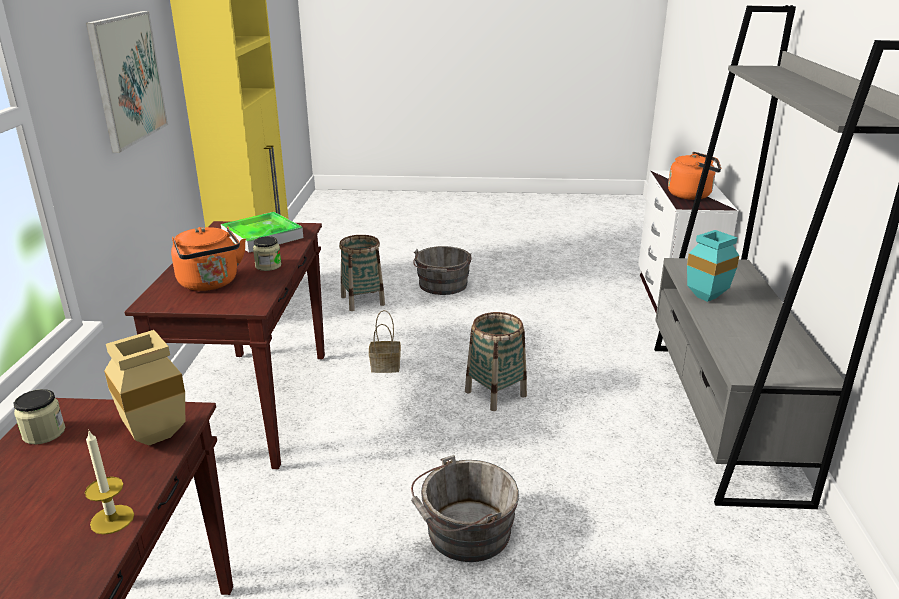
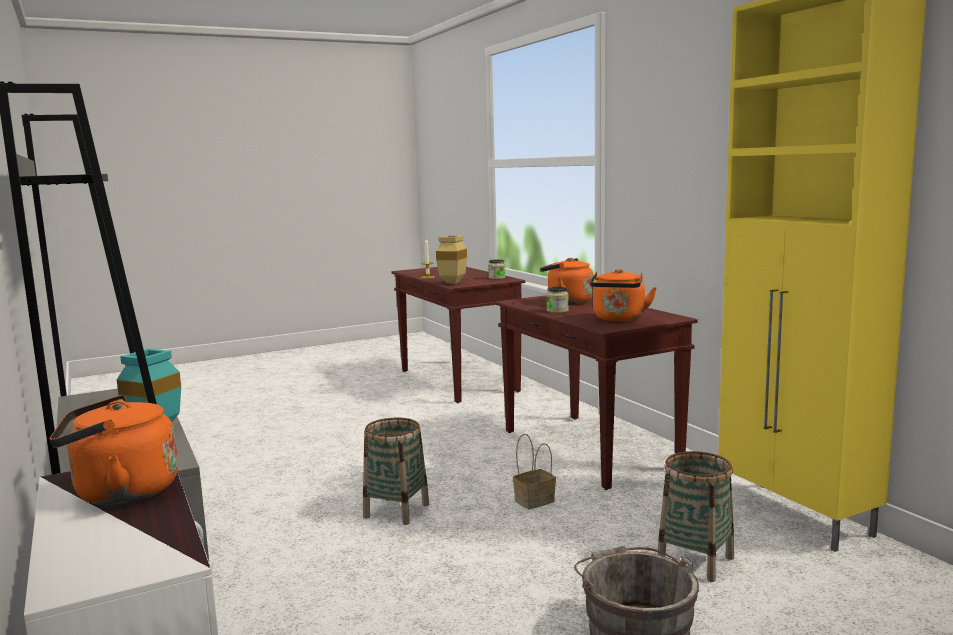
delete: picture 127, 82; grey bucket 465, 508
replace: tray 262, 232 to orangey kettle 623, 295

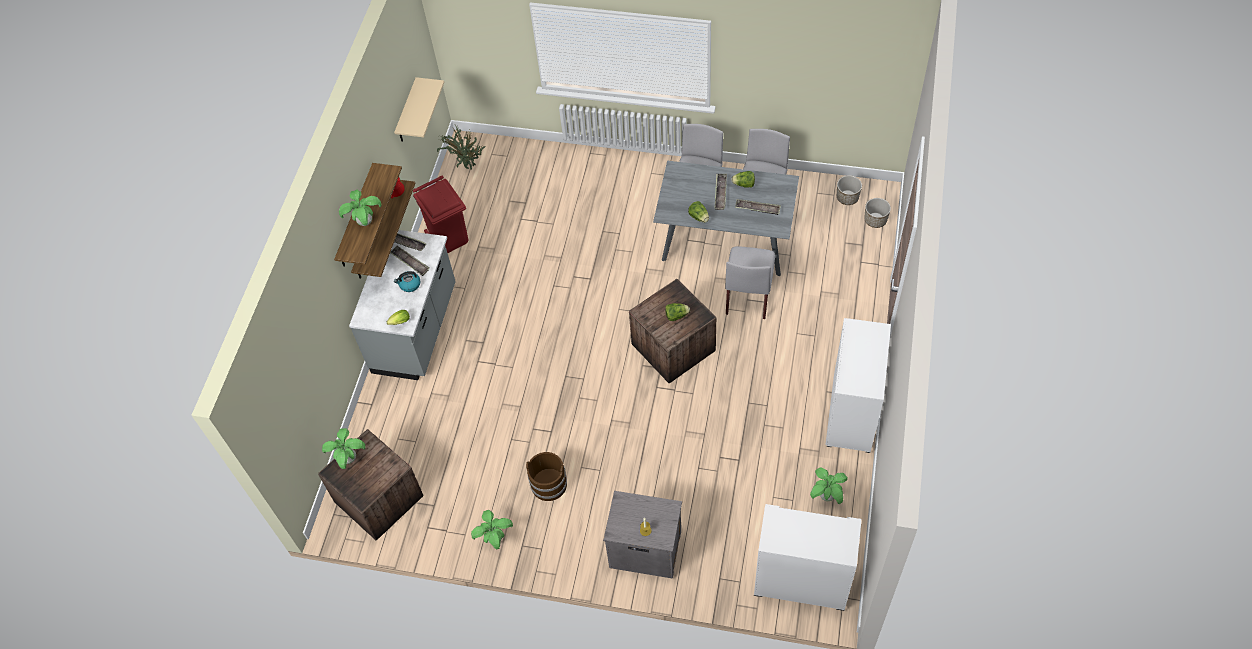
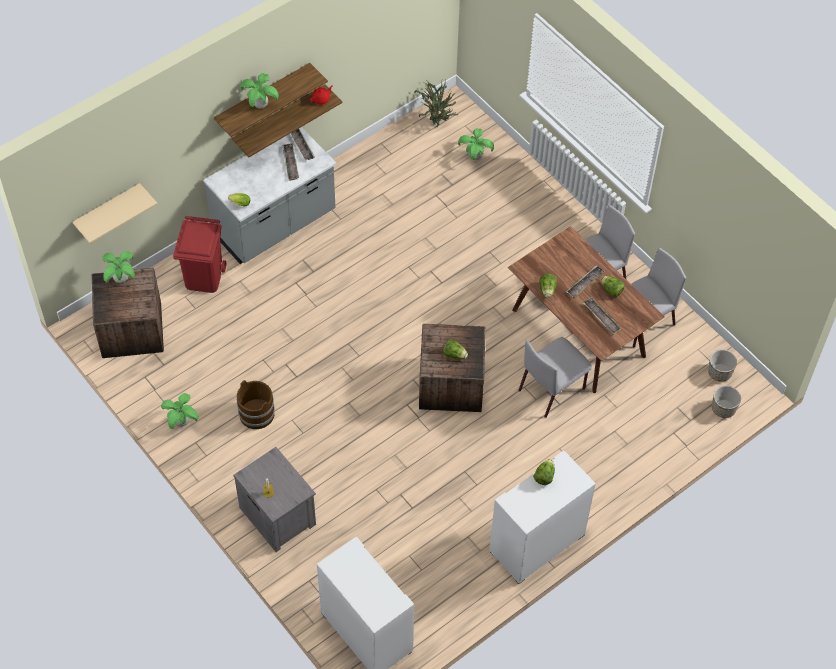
delete: kettle 407, 281
insert: lettuce 544, 472
move: beige wall shelf 419, 109 to 115, 213; reddish trash can 441, 214 to 199, 254; potted plant 829, 485 to 476, 144
recolor: grey kitchen table 726, 218 to brown-coloured kitchen table 586, 309

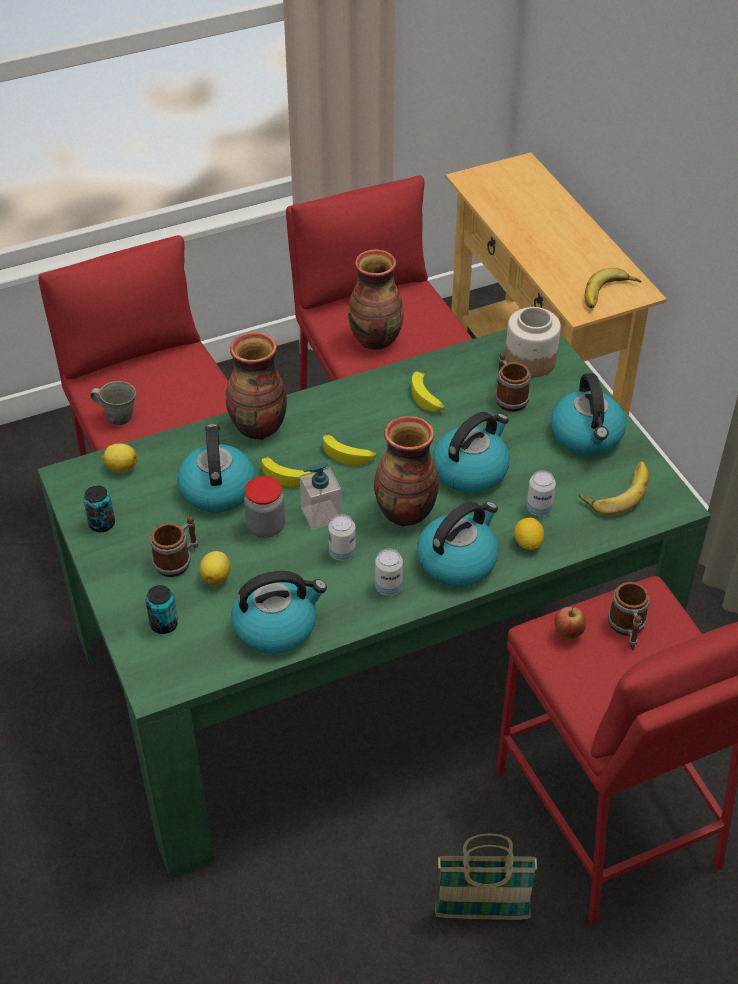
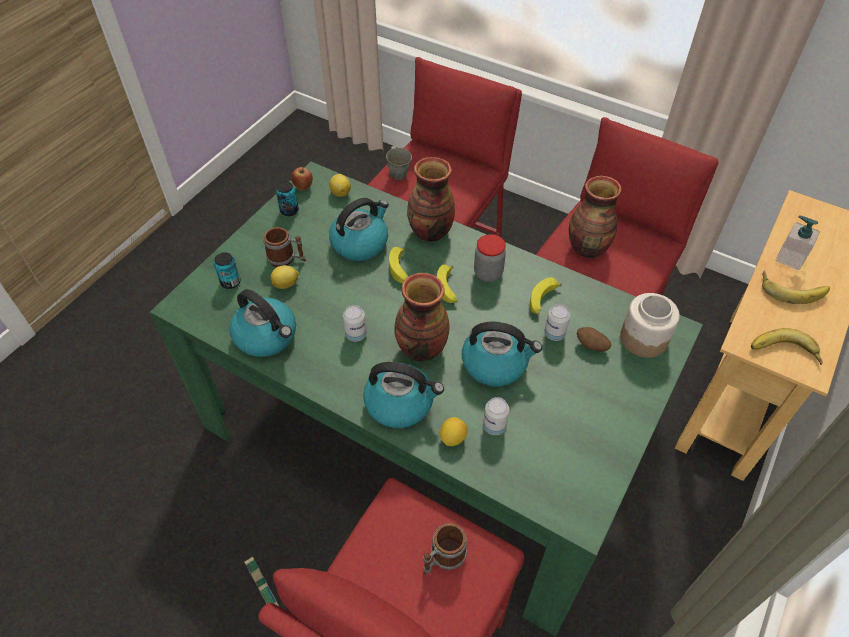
delete: kettle 588, 414
move: apple 570, 623 to 302, 179; storage jar 264, 507 to 490, 258; sealed can 389, 572 to 557, 322; banana fruit 614, 488 to 796, 287; soap bottle 320, 496 to 797, 242
replace: mug 513, 382 to potato 594, 339

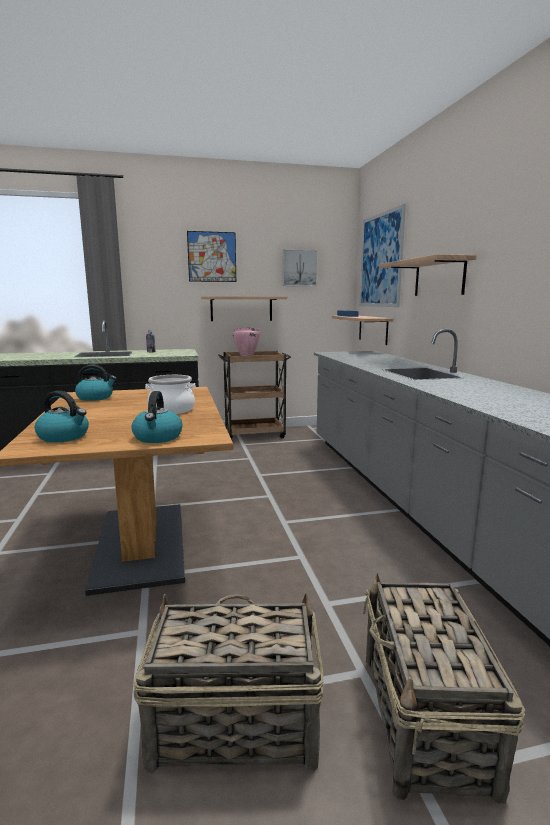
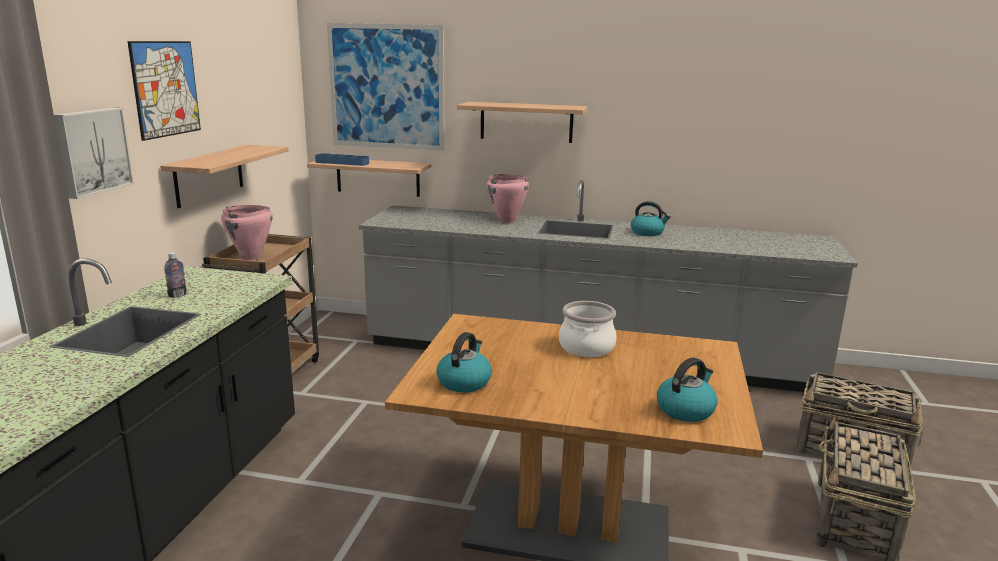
insert: pink-coloured cooking pot 508, 198
move: picture 300, 267 to 94, 153; kettle 157, 417 to 651, 218

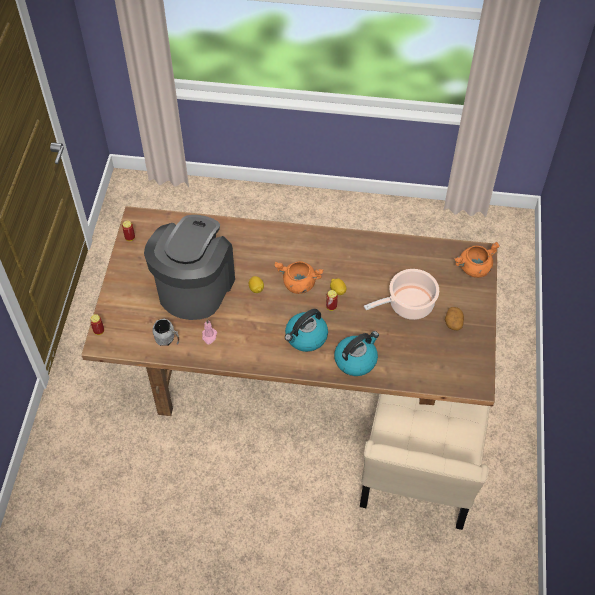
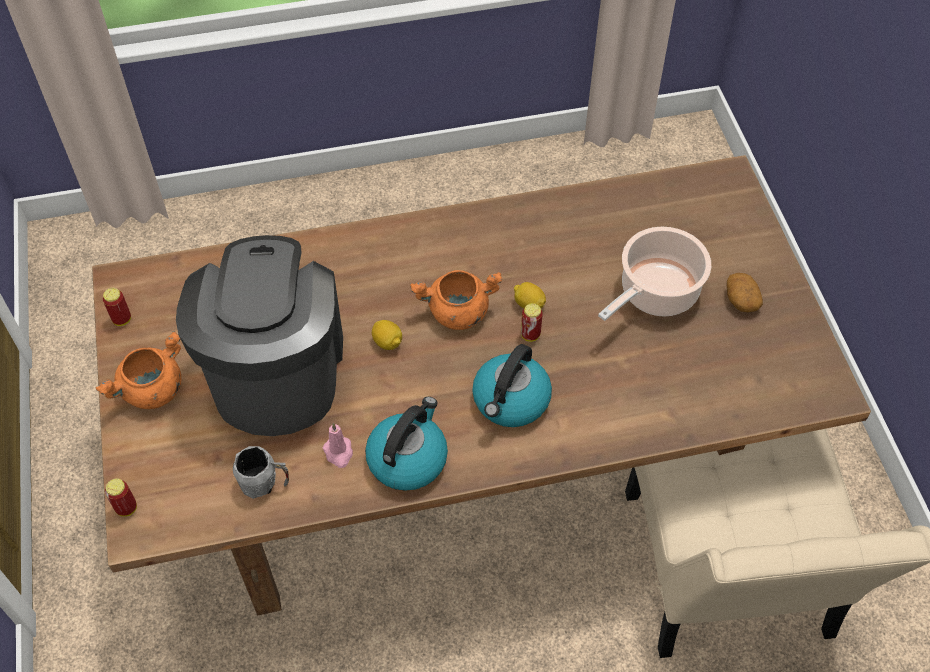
move: orangey cooking pot 477, 260 to 138, 370; kettle 356, 353 to 406, 444

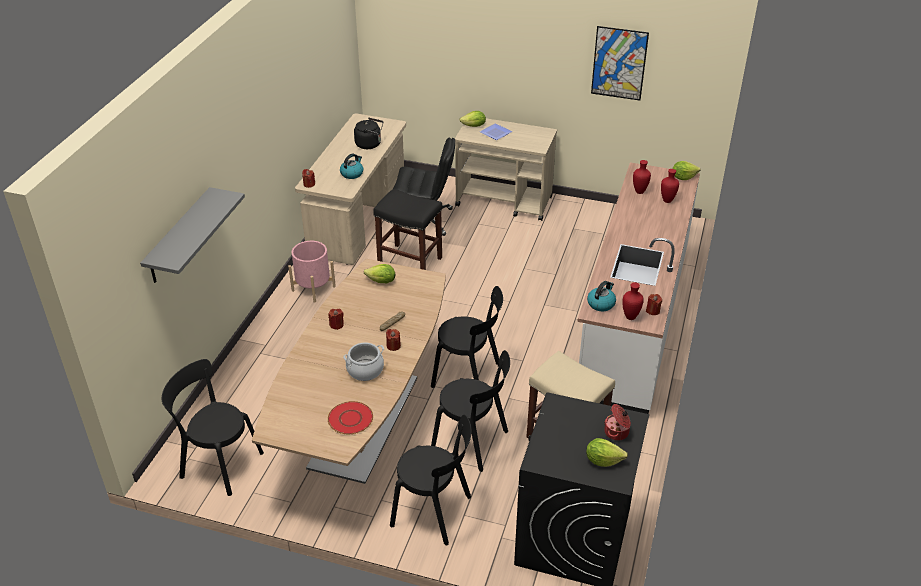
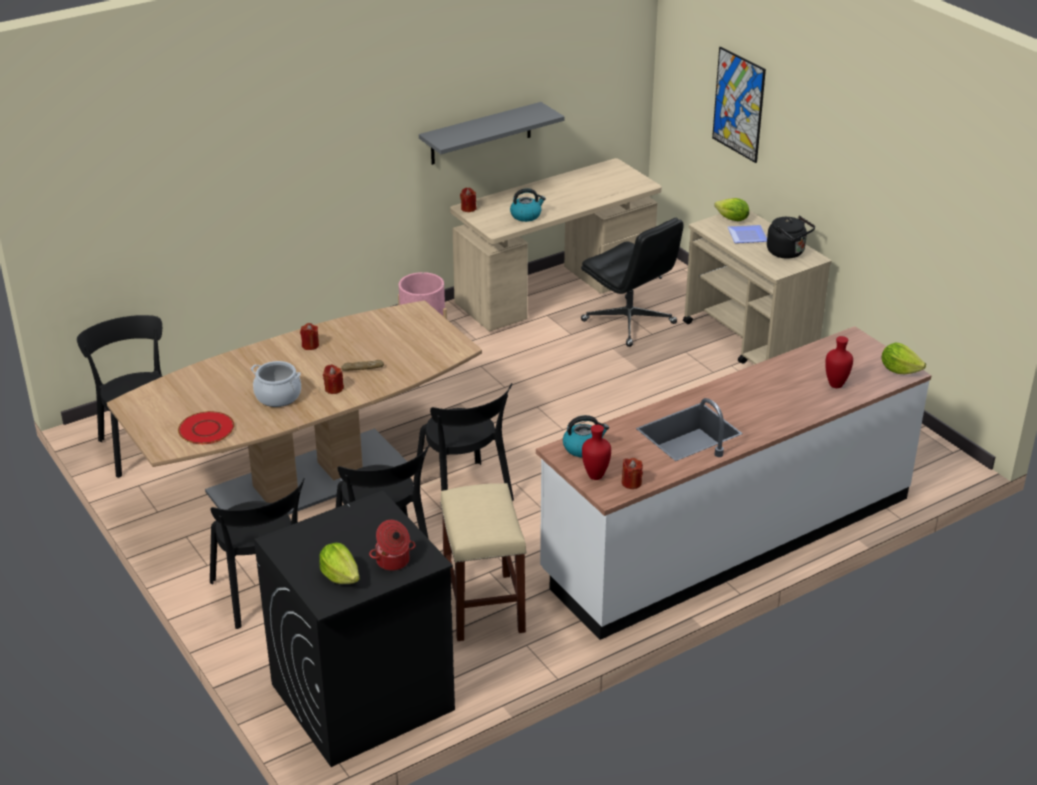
delete: lettuce 379, 273; black stool seat 407, 229; reddish vase 642, 177
move: grey wall shelf 192, 235 to 492, 133; picture 620, 63 to 739, 105; black kettle 368, 133 to 791, 237

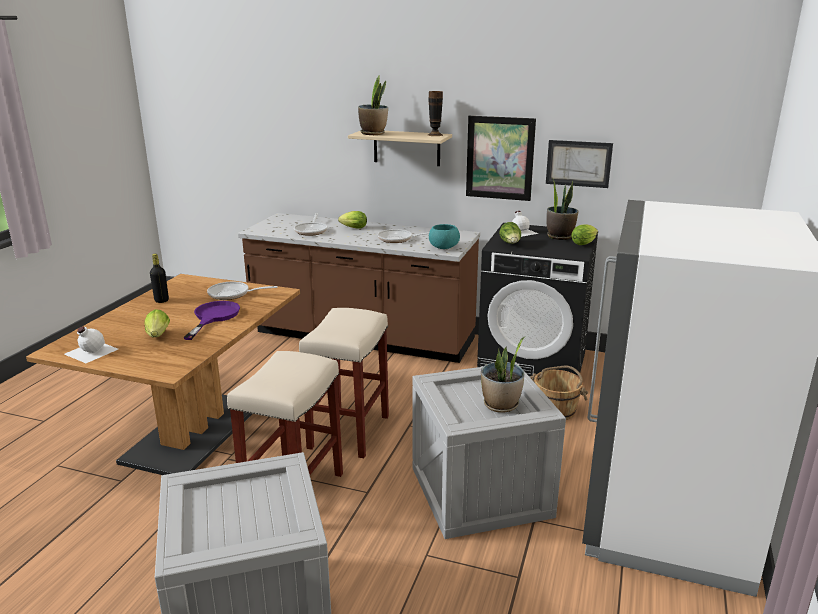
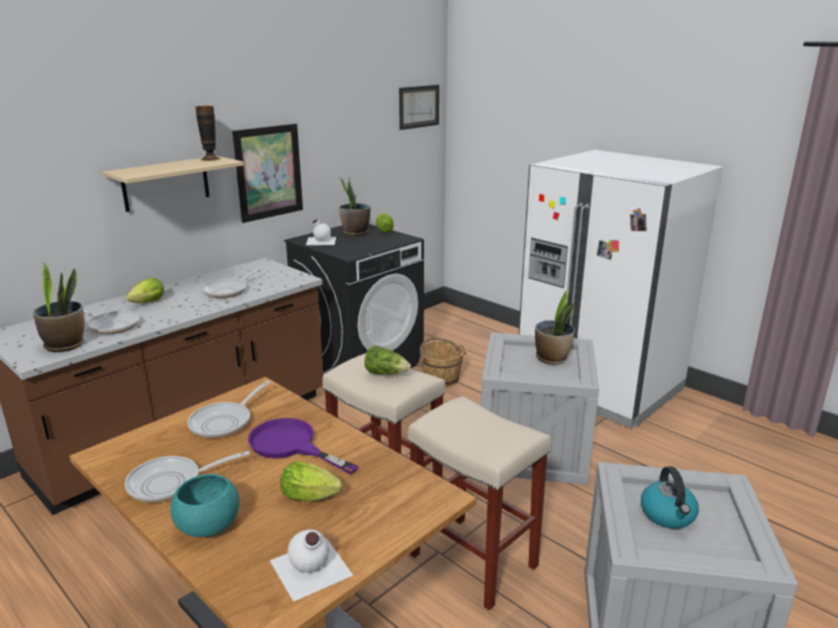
insert: kettle 670, 497
move: potted plant 373, 105 to 59, 307; turquoise-coloured serving bowl 444, 236 to 205, 505; lettuce 510, 233 to 387, 360; picture 579, 164 to 419, 107
replace: black beverage bottle 159, 278 to frying pan 187, 476

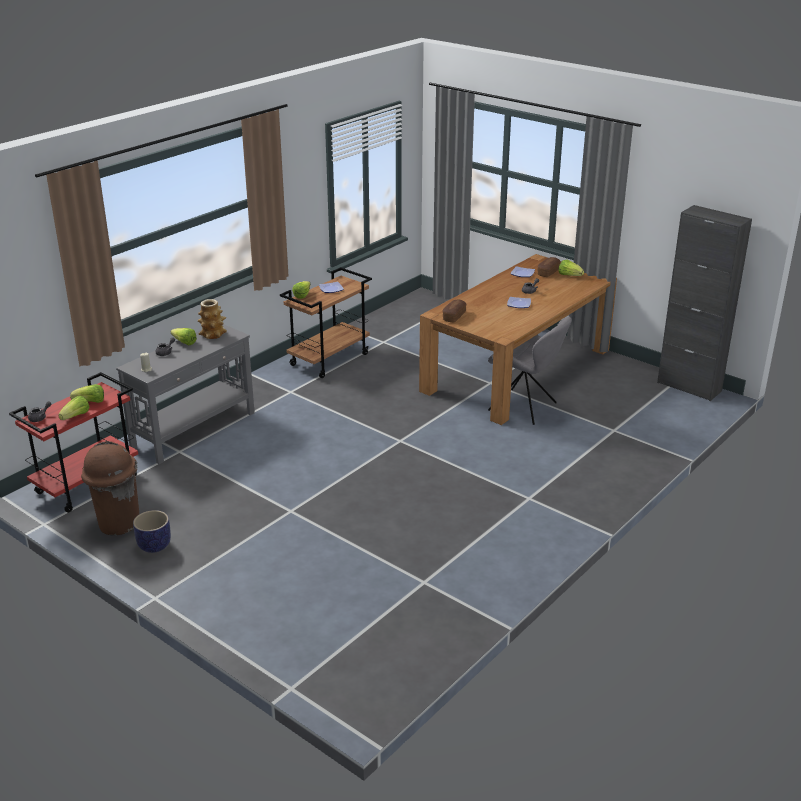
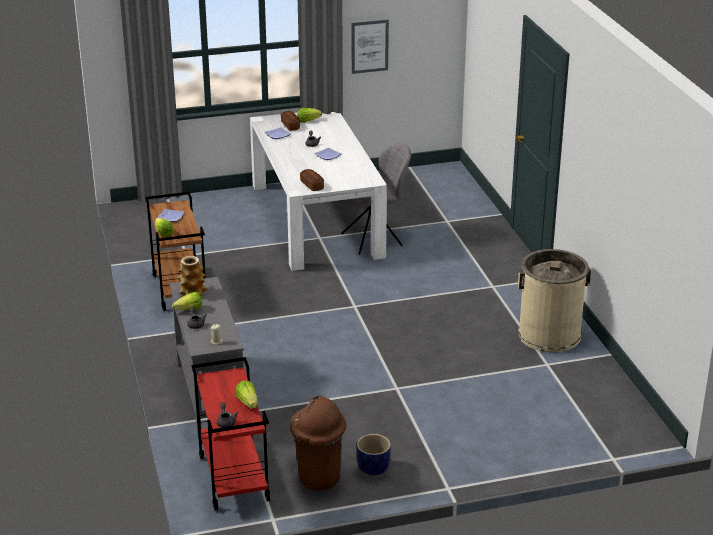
delete: lettuce 87, 393; black storage cabinet 704, 303
insert: picture 370, 47; beige trash can 554, 300
recolor: brown-coloured kitchen table 518, 339 to white kitchen table 318, 191

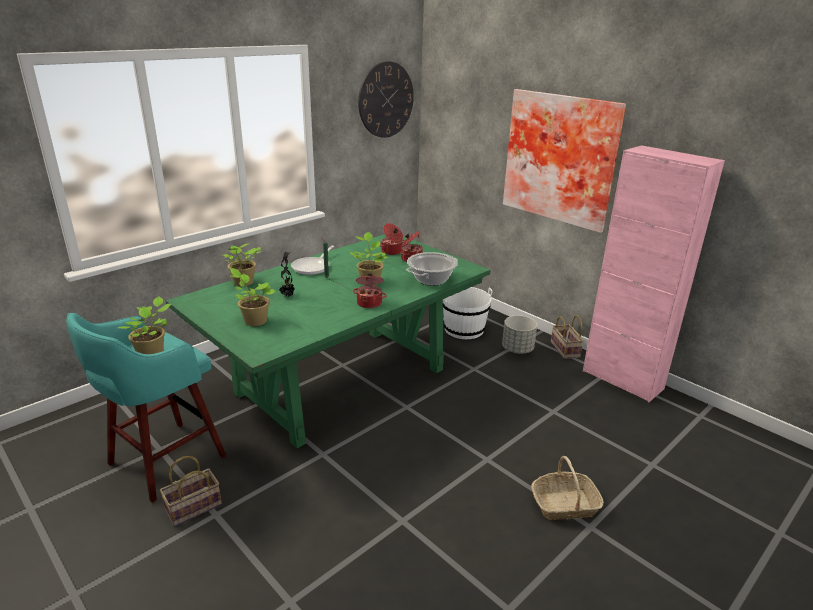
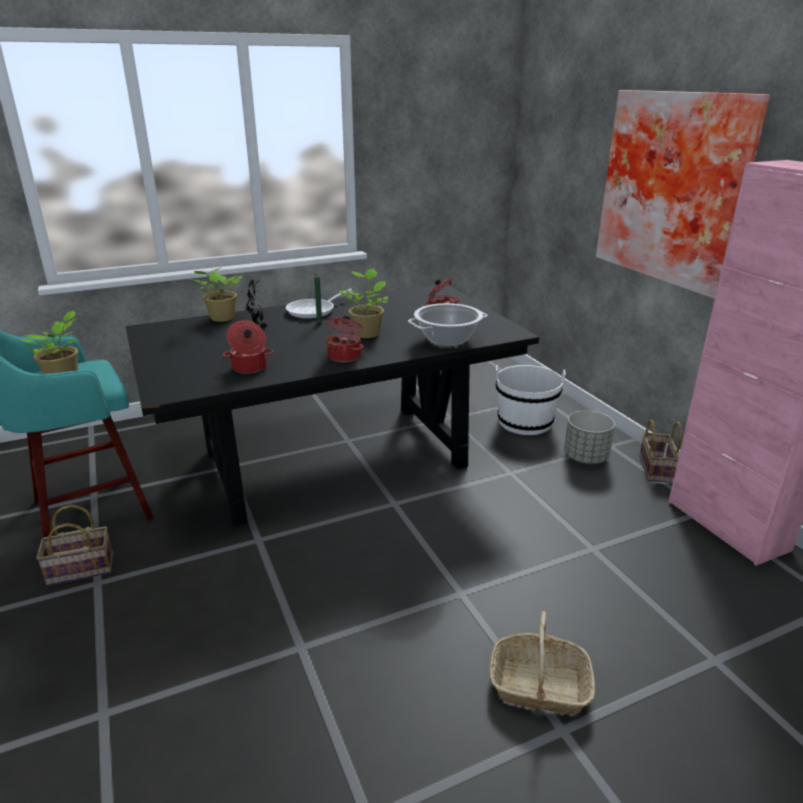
delete: potted plant 252, 297; clock on the wall 386, 99
move: cooking pot 392, 239 to 248, 347
recolor: green kitchen table 328, 341 to black kitchen table 332, 406

